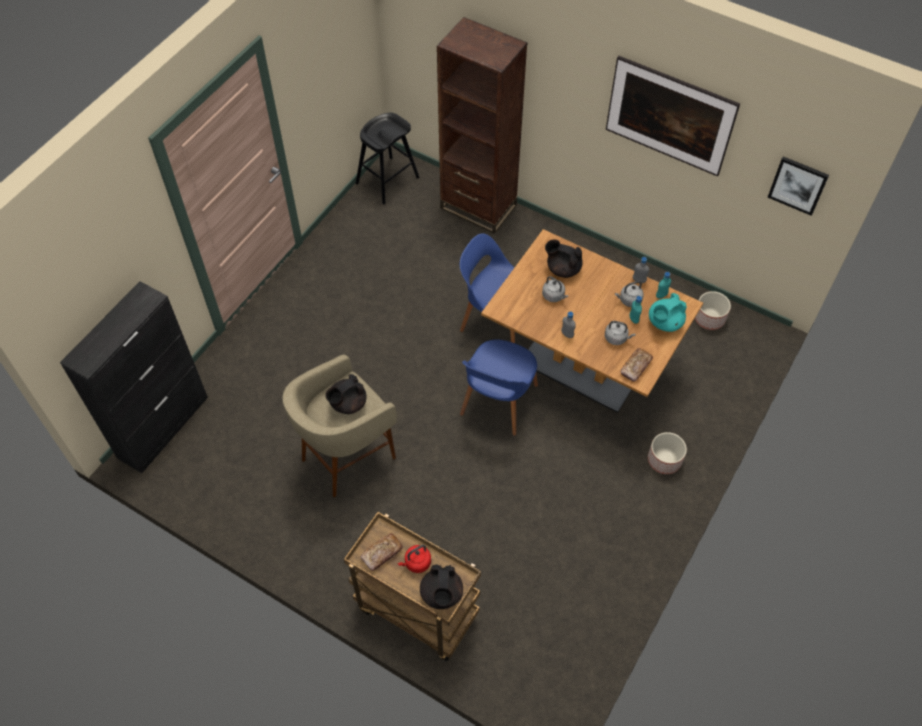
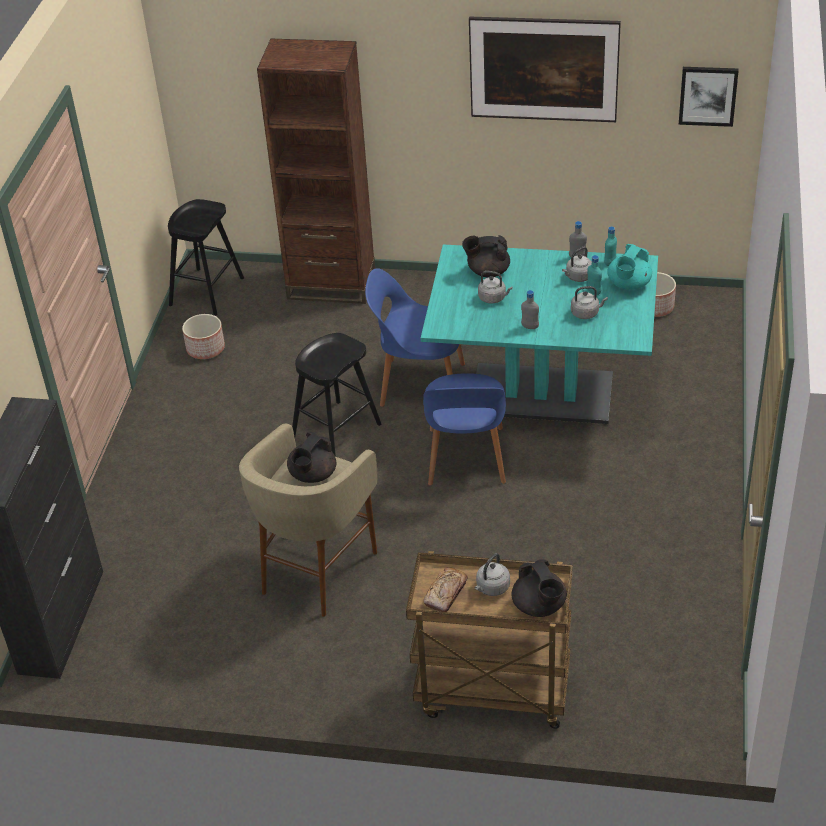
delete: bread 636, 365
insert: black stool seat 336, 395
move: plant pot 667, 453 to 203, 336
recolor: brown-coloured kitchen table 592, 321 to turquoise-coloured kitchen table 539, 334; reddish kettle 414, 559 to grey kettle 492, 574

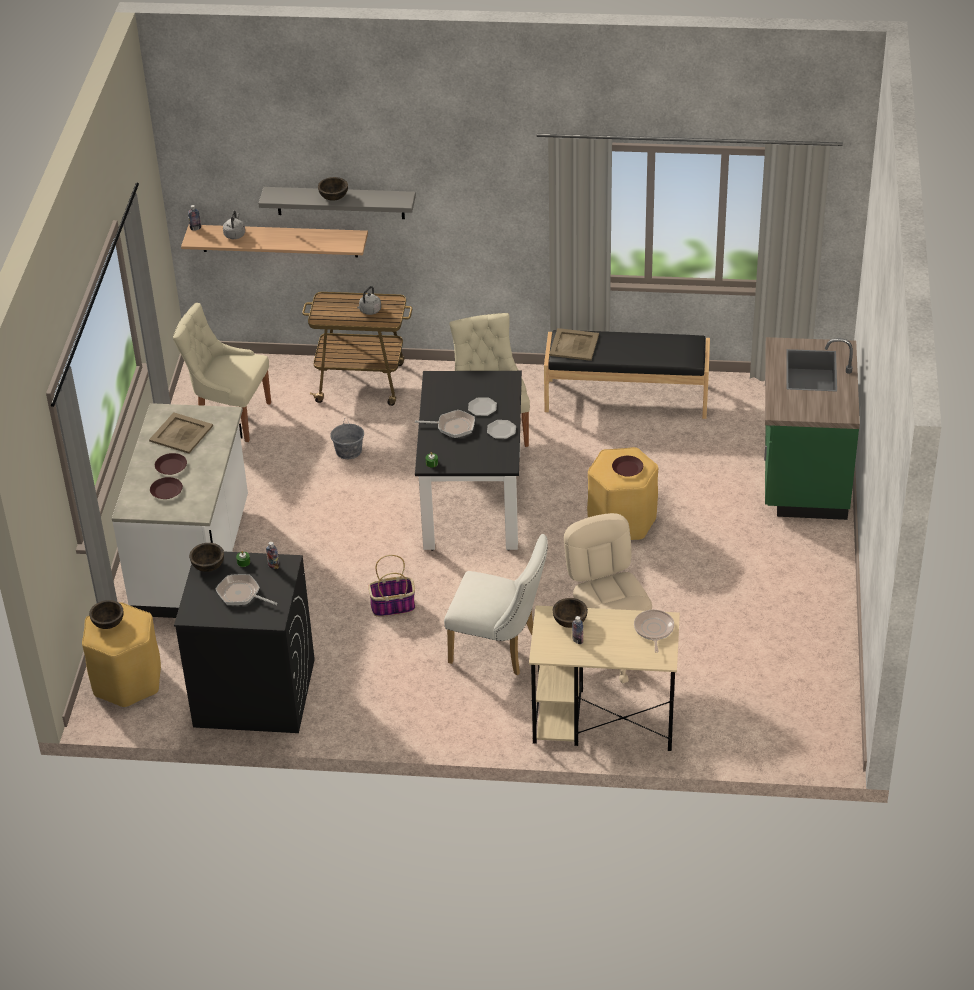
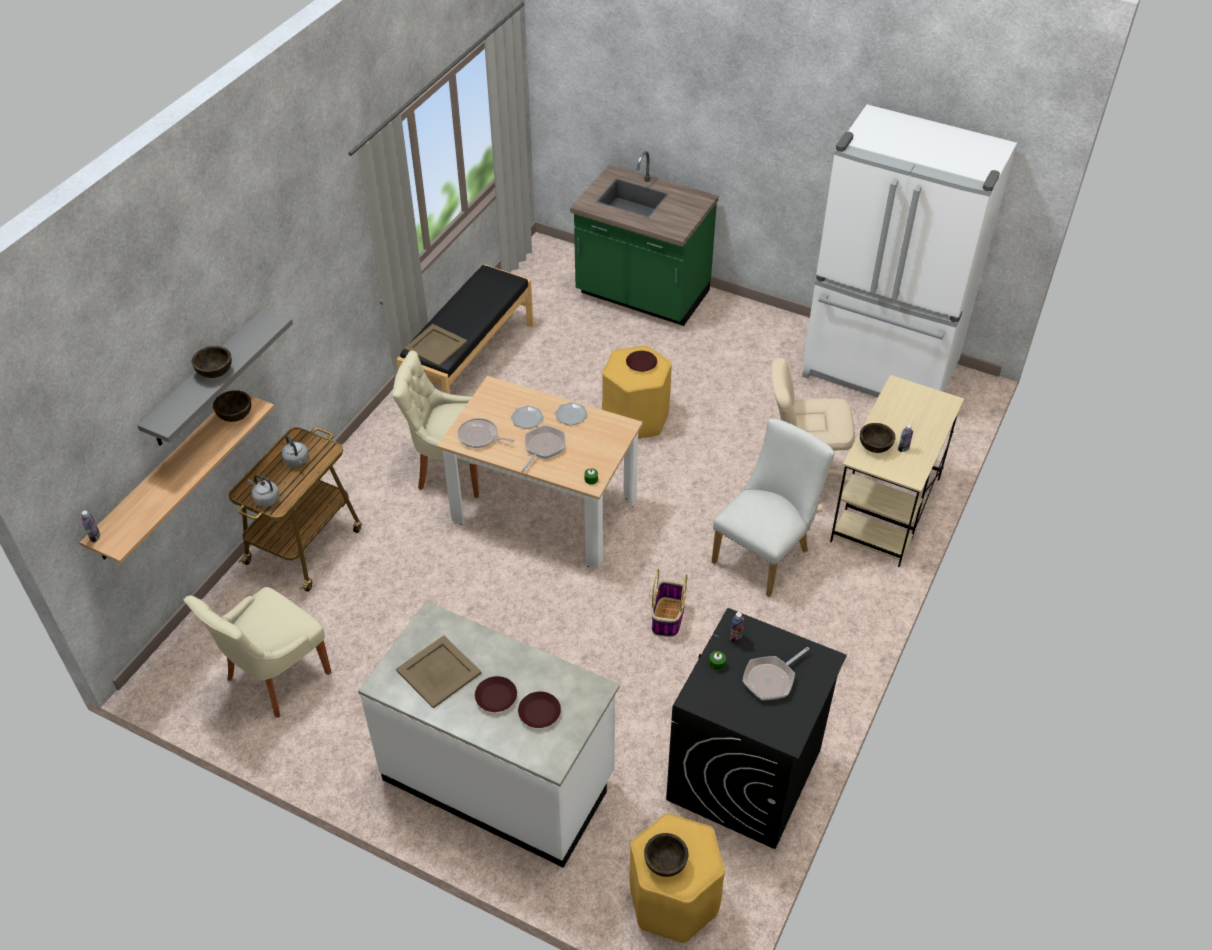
delete: grey bucket 347, 438
insert: white fridge 909, 250
move: brown-coloured serving bowl 206, 557 to 232, 406; grey kettle 234, 225 to 264, 491; frying pan 654, 631 to 486, 433
recolor: black kitchen table 468, 461 to beige kitchen table 540, 472

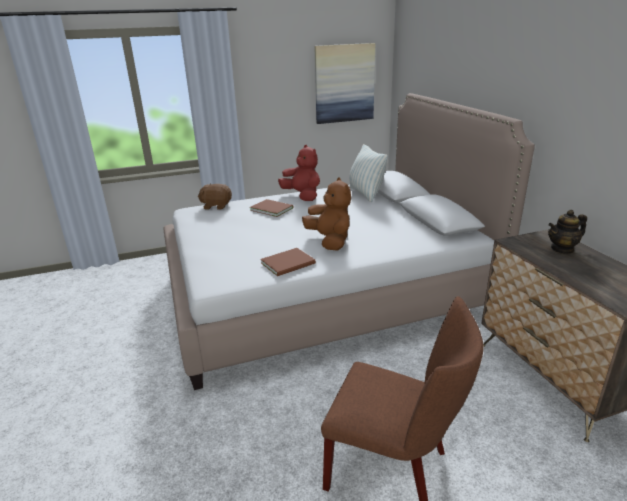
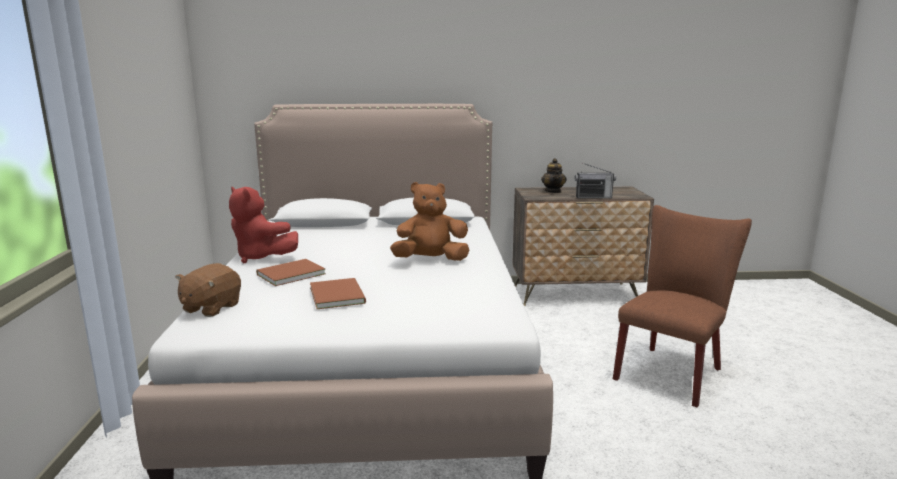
delete: picture 345, 83; pillow 368, 173
insert: radio 595, 180
move: brown-coloured volume 288, 262 to 338, 293
rotate: reddish cuddly toy 299, 173 = 263, 225 120 degrees counterclockwise

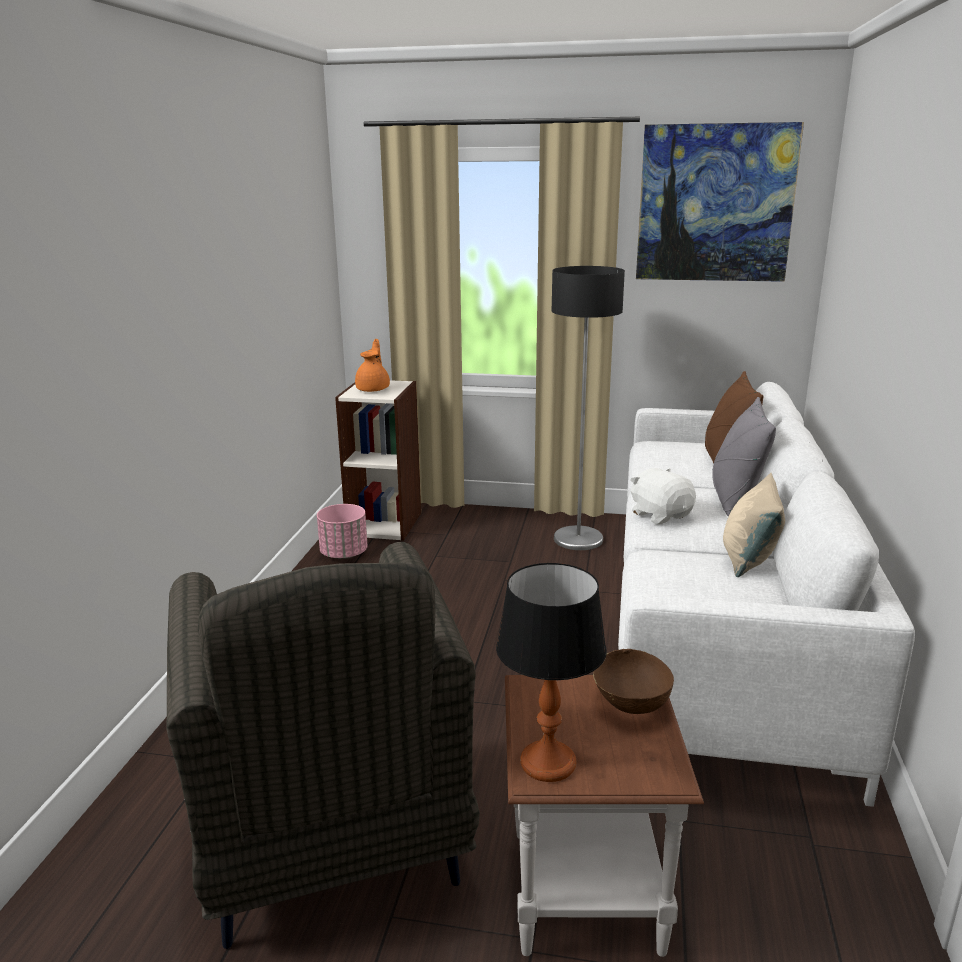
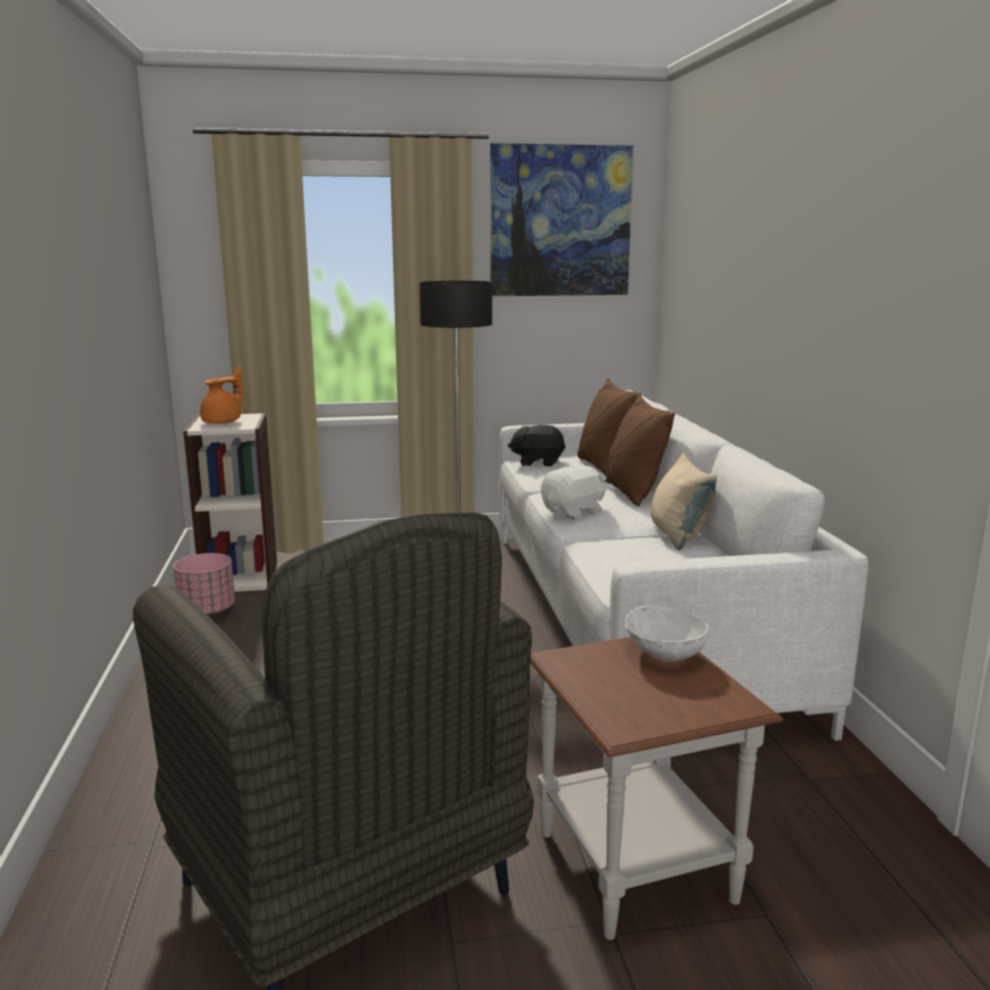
delete: table lamp 551, 672
insert: black cuddly toy 537, 446
recolor: grey pillow 744, 457 to brown-coloured pillow 639, 450; brown-coloured serving bowl 633, 681 to white serving bowl 666, 633
rotate: orangey tea pot 372, 365 = 221, 395 45 degrees clockwise; white cuddly toy 663, 496 = 574, 492 105 degrees clockwise

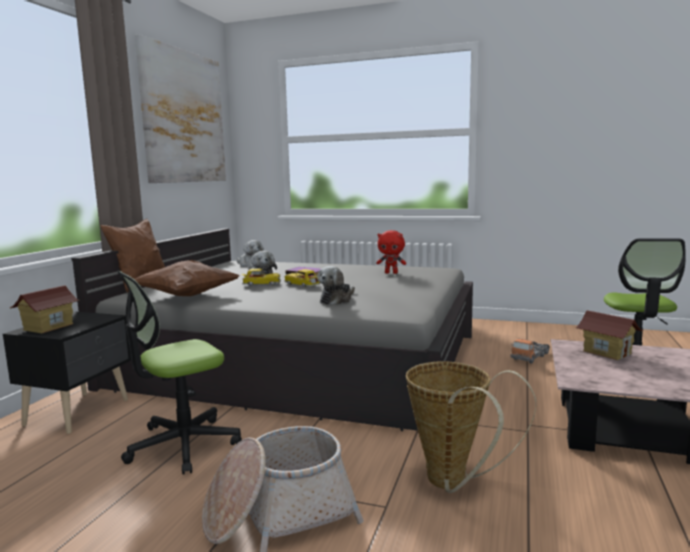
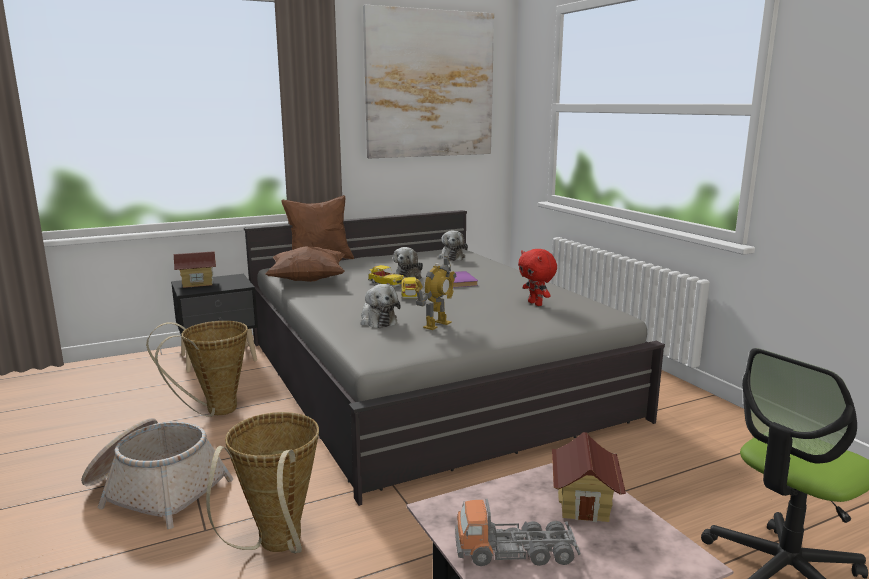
insert: robot figure 435, 293
move: toy lorry 530, 350 to 517, 532
replace: desk chair 179, 373 to basket 197, 369
rotate: cuddly toy 336, 285 = 381, 306 105 degrees counterclockwise

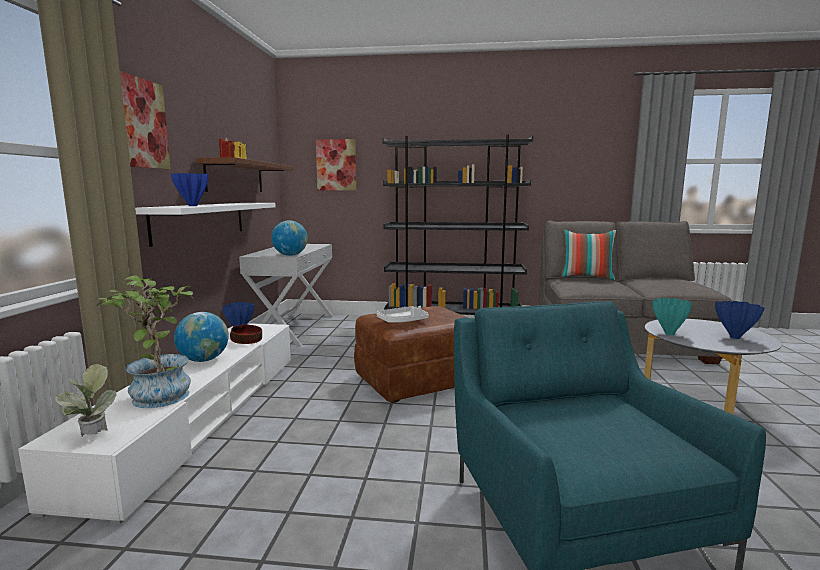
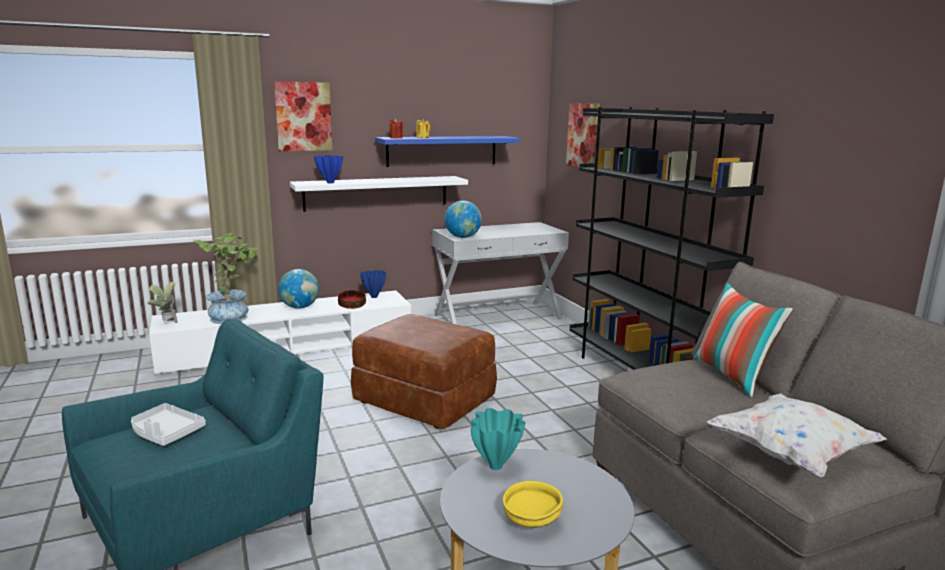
insert: white pillow 797, 435
move: white tray 403, 314 to 168, 424
replace: bluish vase 740, 320 to yellow-coloured serving bowl 533, 504
recolor: brown-coloured wall shelf 245, 174 to bluish wall shelf 447, 151

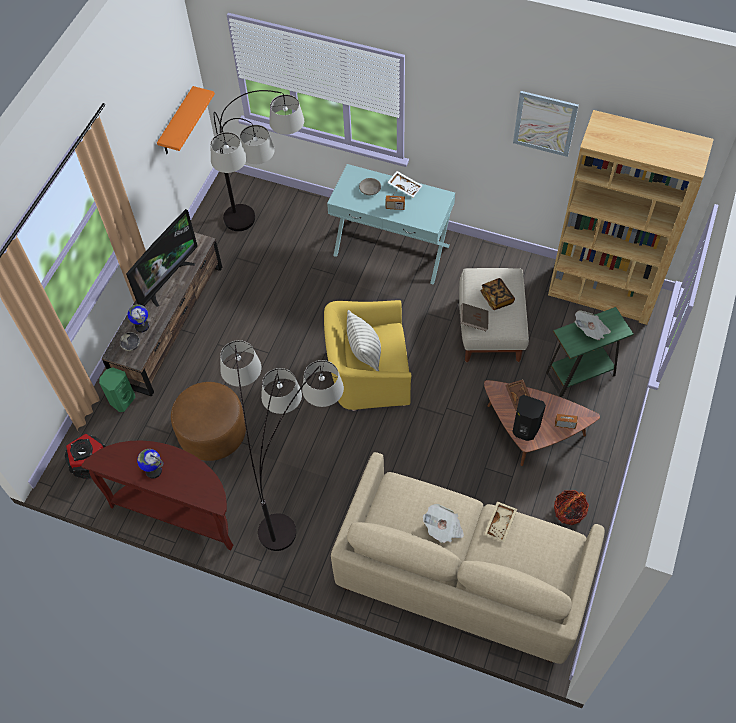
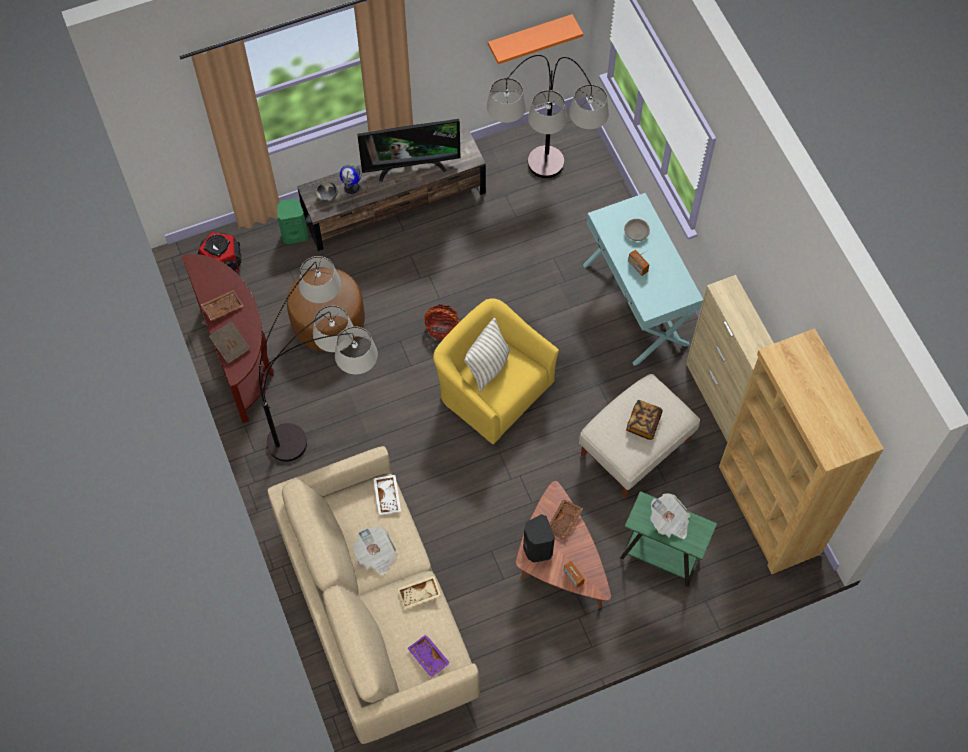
delete: picture 546, 124
insert: purple tray 428, 656; beige storage cabinet 730, 358
move: brown-coloured volume 474, 317 to 229, 342; white tray 405, 184 to 387, 495; basket 571, 507 to 441, 322
replace: desk globe 150, 464 to brown-coloured tray 222, 305

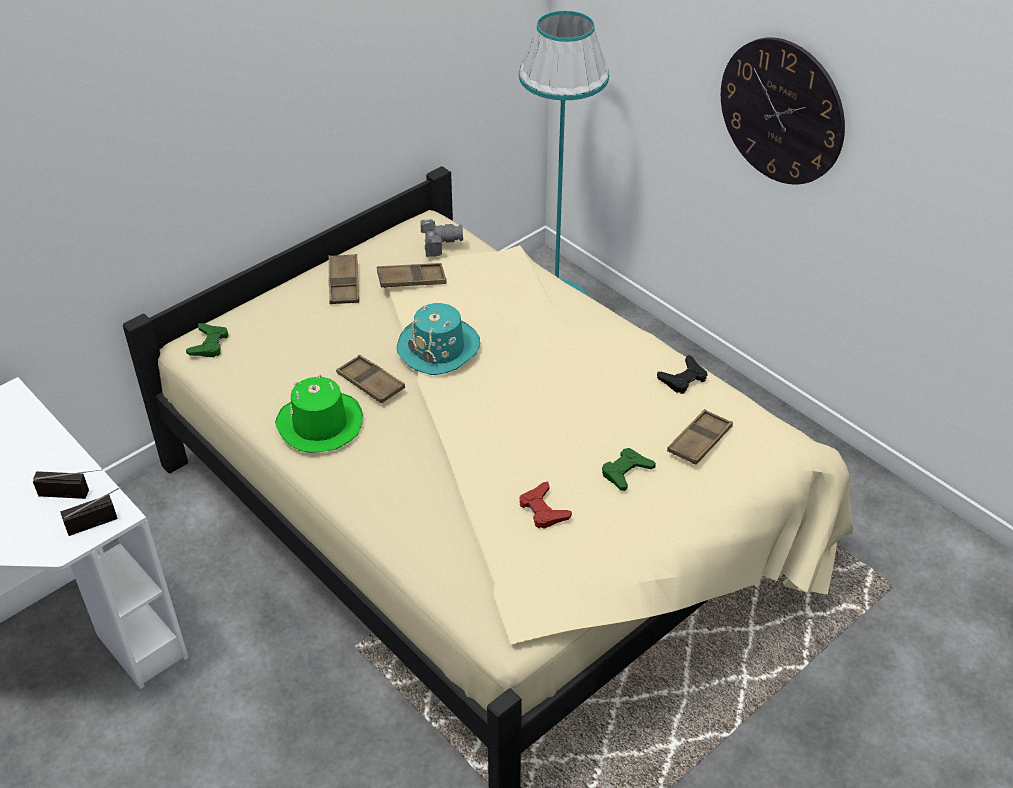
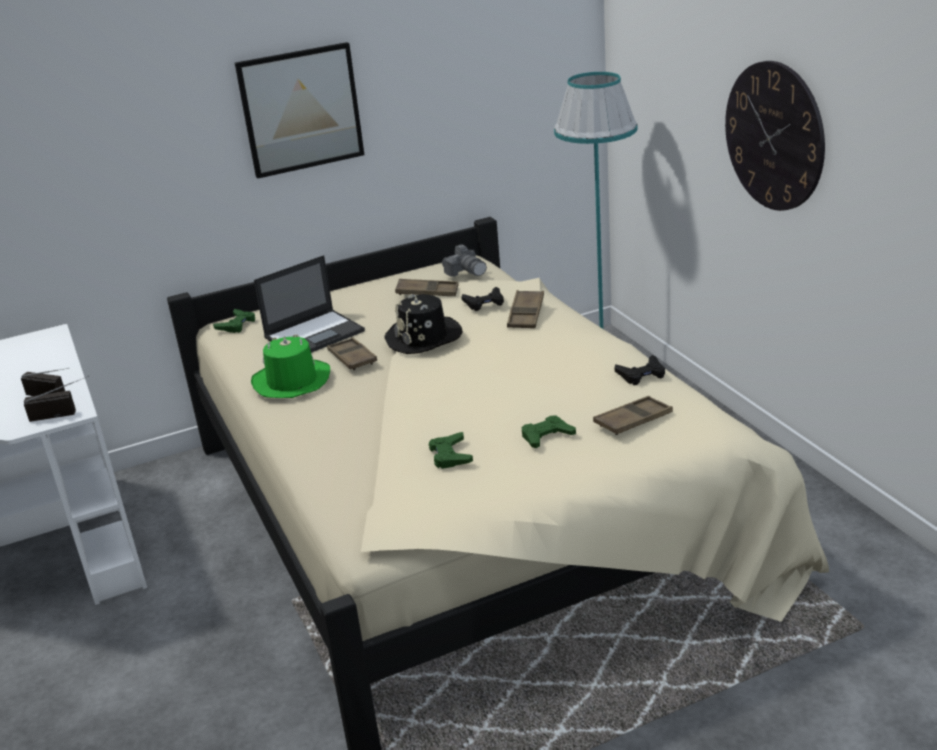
insert: picture 299, 110; notebook computer 309, 304; black joypad 482, 299
move: brown-coloured tray 344, 279 to 525, 309
recolor: turquoise-coloured hat 438, 339 to black hat 424, 324; reddish joypad 546, 505 to green joypad 451, 450
rotate: photo camera 441, 238 = 464, 261 45 degrees clockwise

